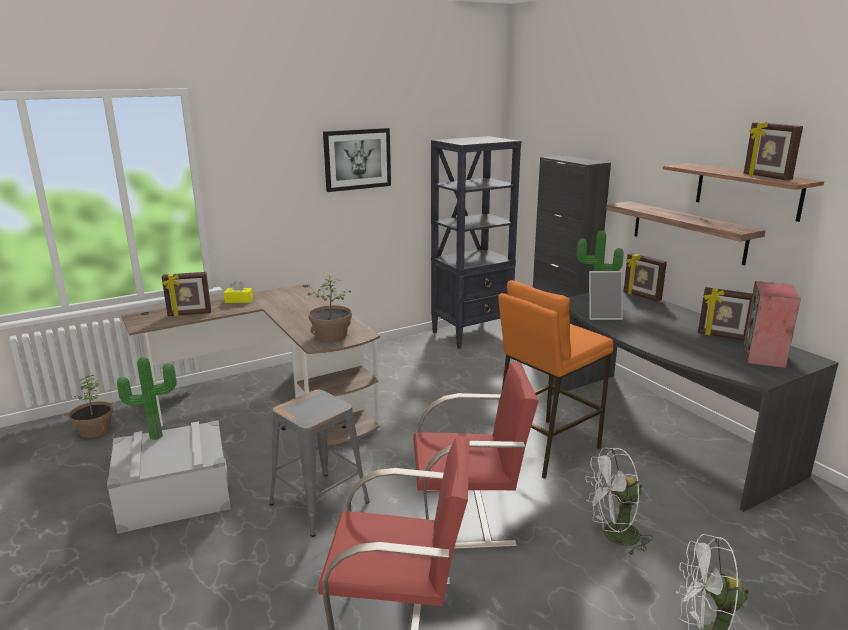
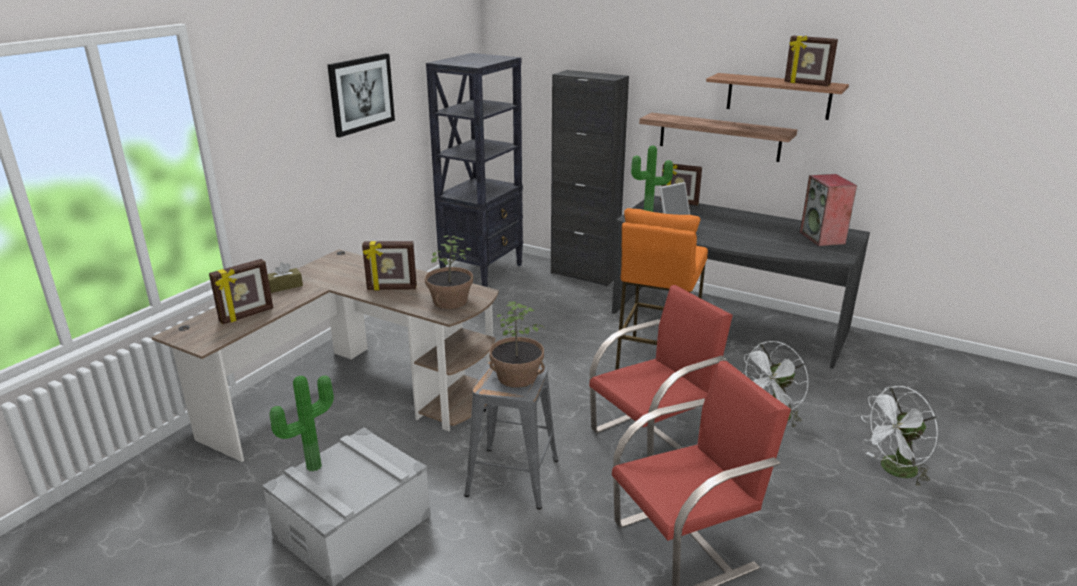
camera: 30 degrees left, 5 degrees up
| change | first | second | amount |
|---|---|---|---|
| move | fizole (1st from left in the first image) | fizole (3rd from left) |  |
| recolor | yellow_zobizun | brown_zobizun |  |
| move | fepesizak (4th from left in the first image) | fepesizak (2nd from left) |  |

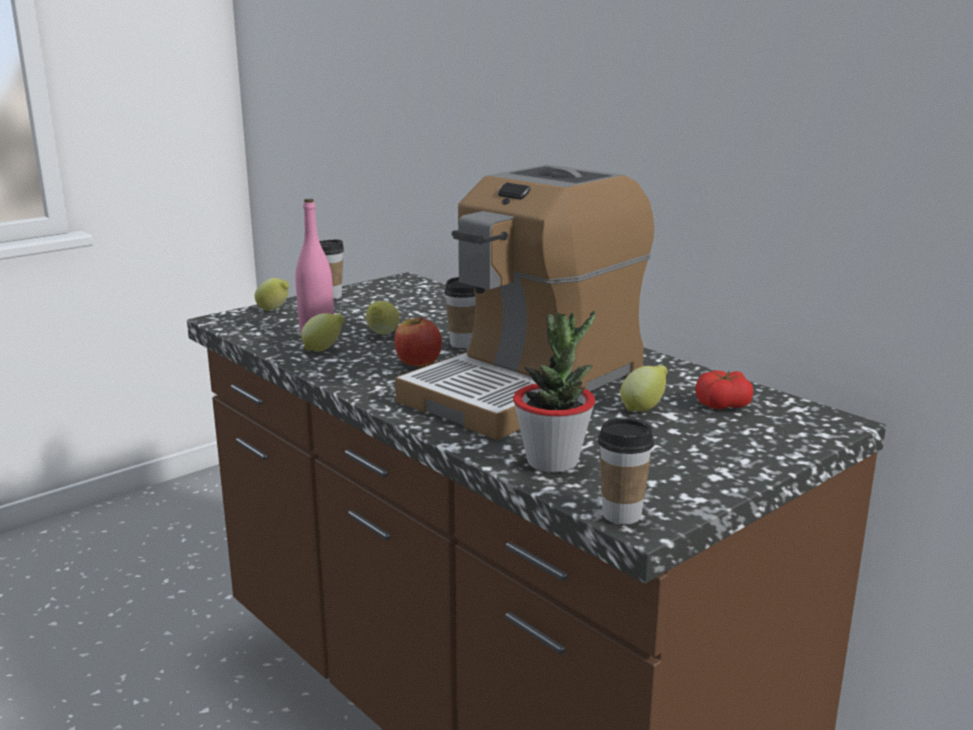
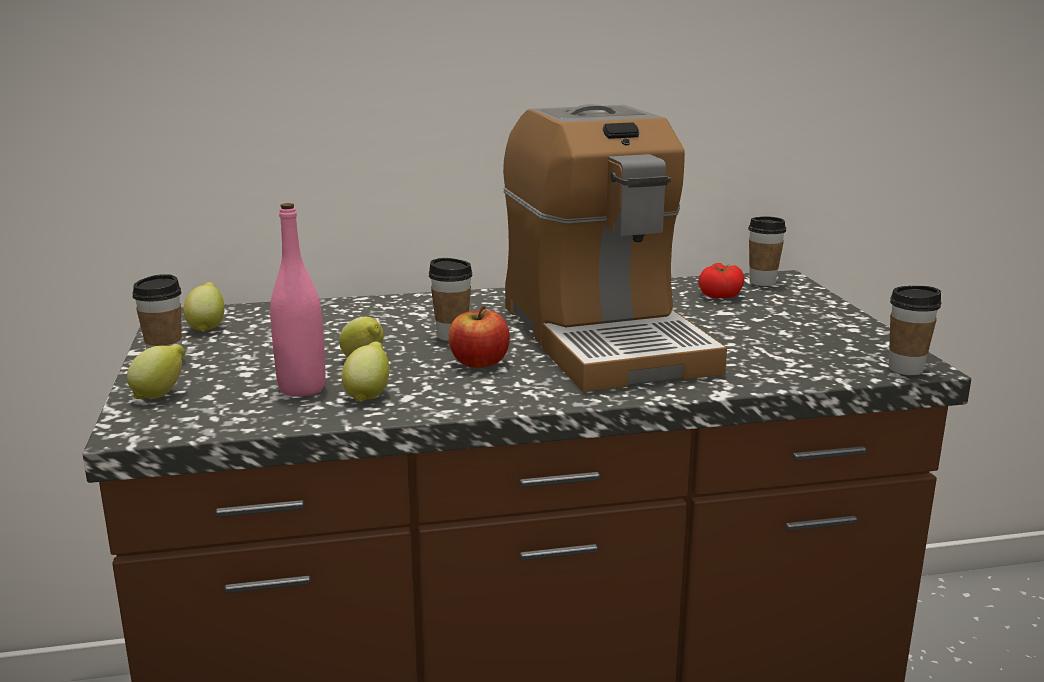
camera: 60 degrees left, 0 degrees up
| change | first | second | amount |
|---|---|---|---|
| delete | fizole |  |  |
| move | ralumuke (4th from left in the first image) | ralumuke (2nd from left) |  |
| insert |  | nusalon (3rd from left) |  |

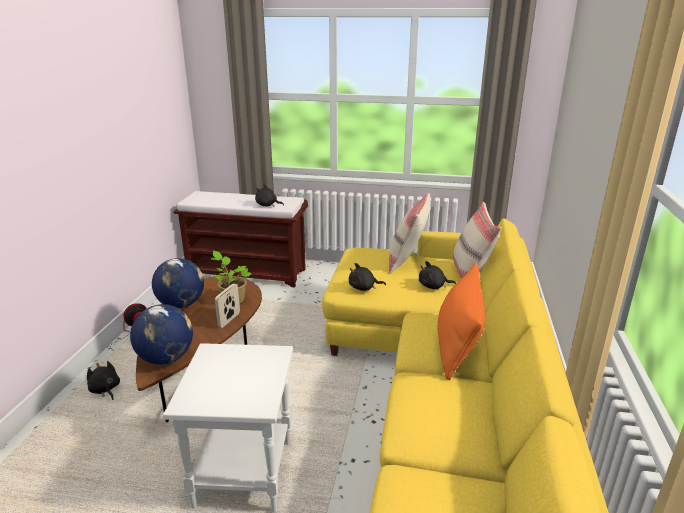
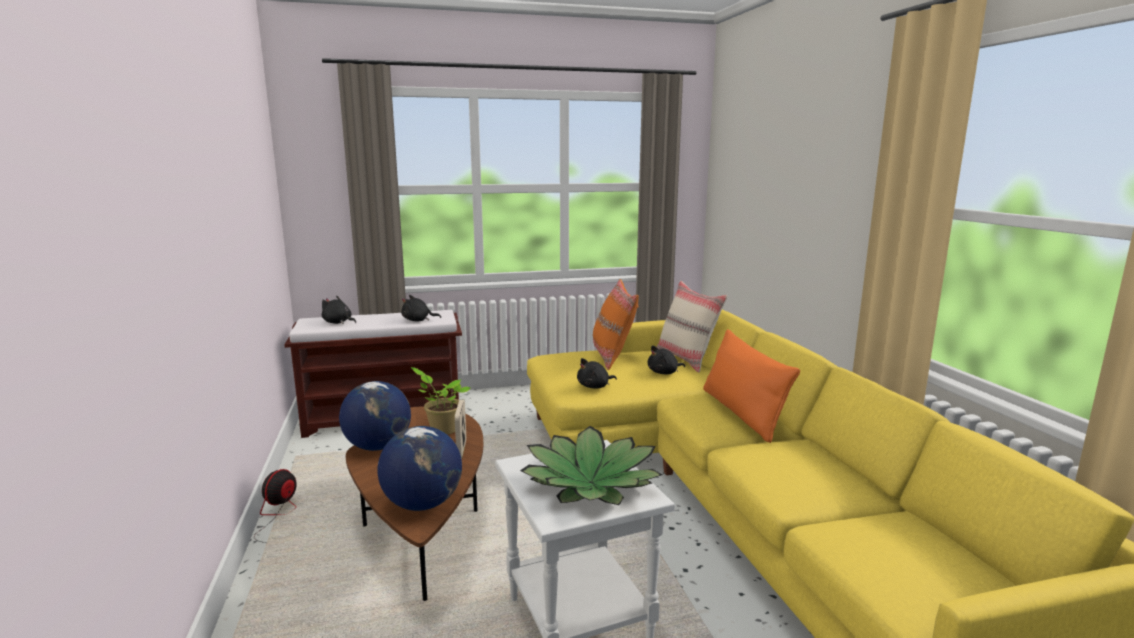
camera: 25 degrees left, 10 degrees down
| change | first | second | amount |
|---|---|---|---|
| move | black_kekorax (1st from left) |  |  |
| recolor | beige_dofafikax (1st from left) | orange_dofafikax (1st from left) |  |
| insert |  | fizole (2nd from left) |  |

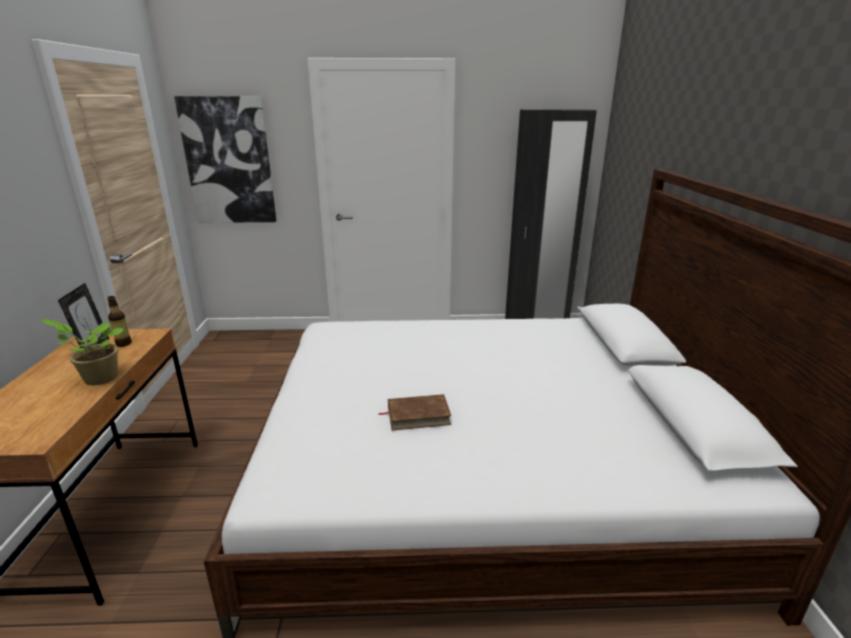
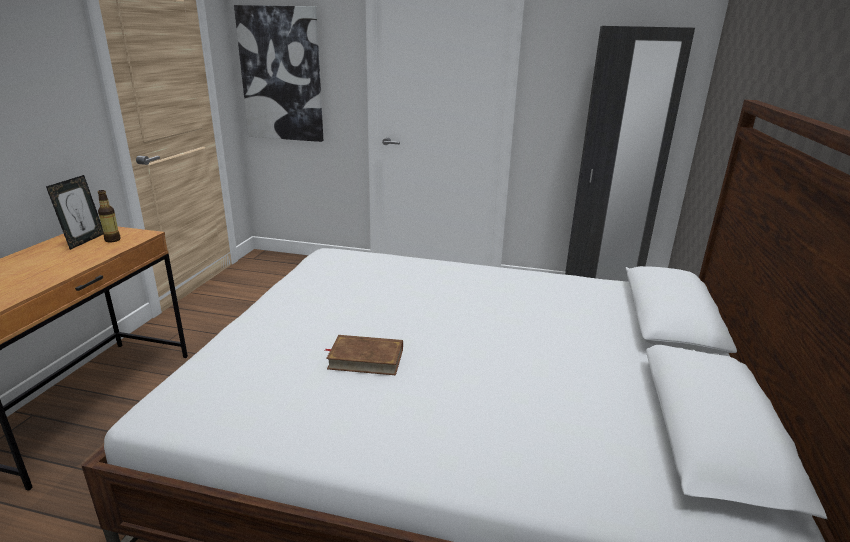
camera: 15 degrees right, 0 degrees up
| change | first | second | amount |
|---|---|---|---|
| delete | fizole |  |  |

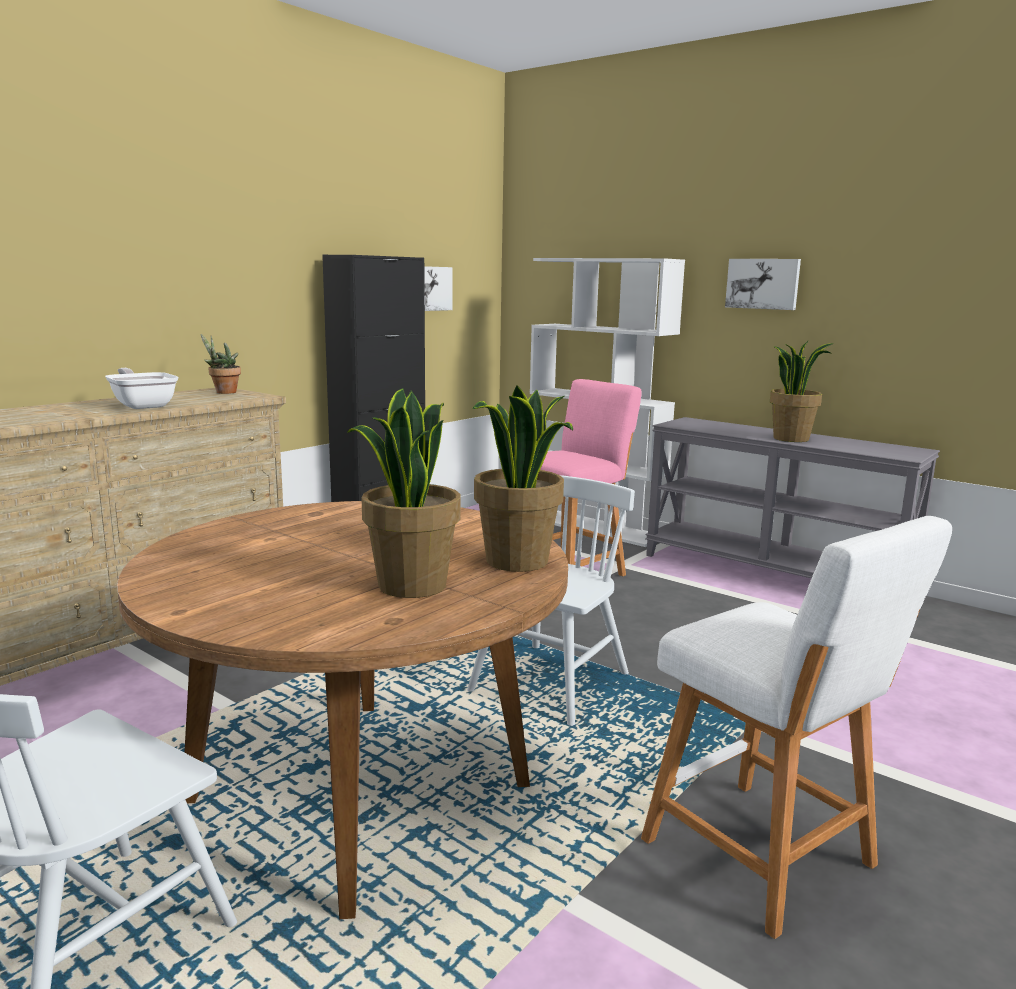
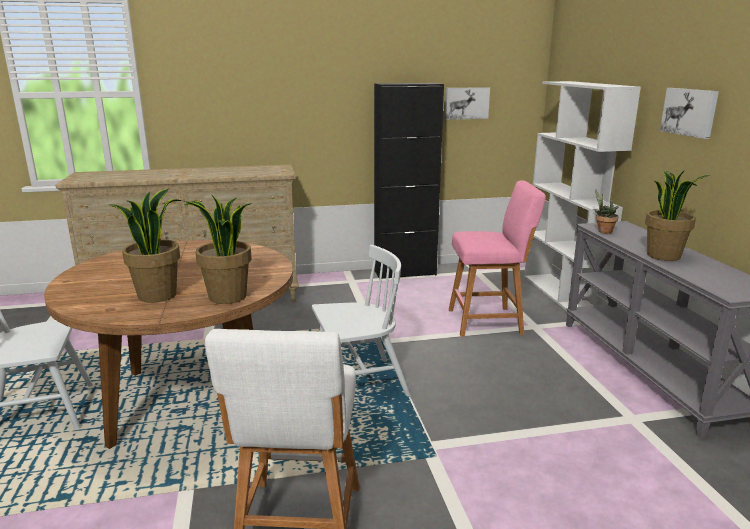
camera: 40 degrees right, 5 degrees up
| change | first | second | amount |
|---|---|---|---|
| delete | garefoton |  |  |
| move | fizole (1st from left in the first image) | fizole (3rd from left) |  |

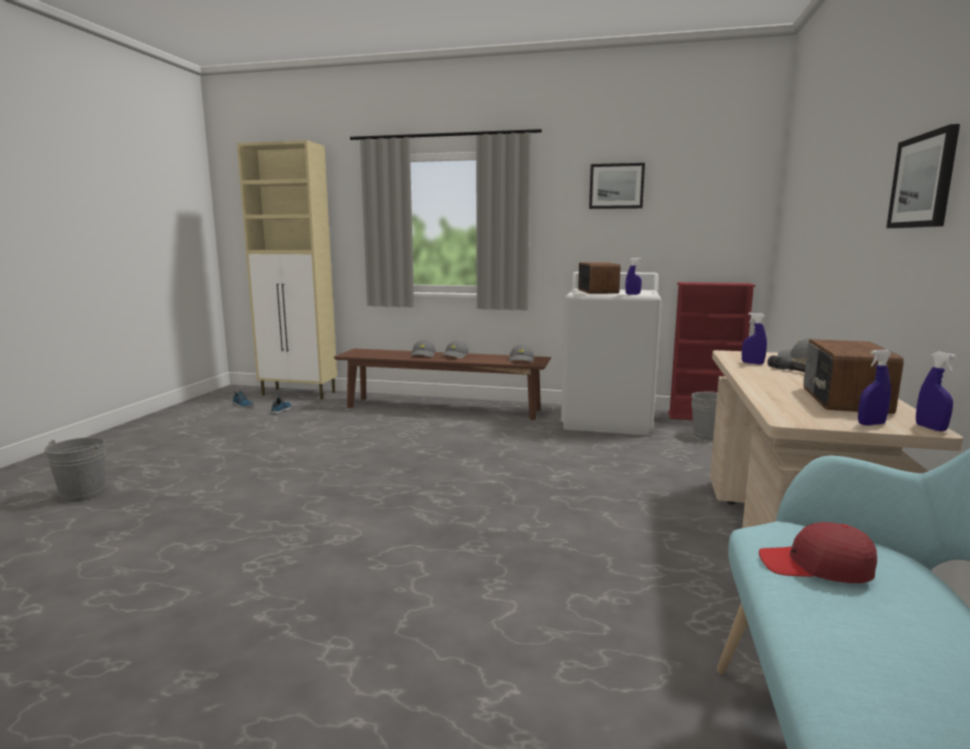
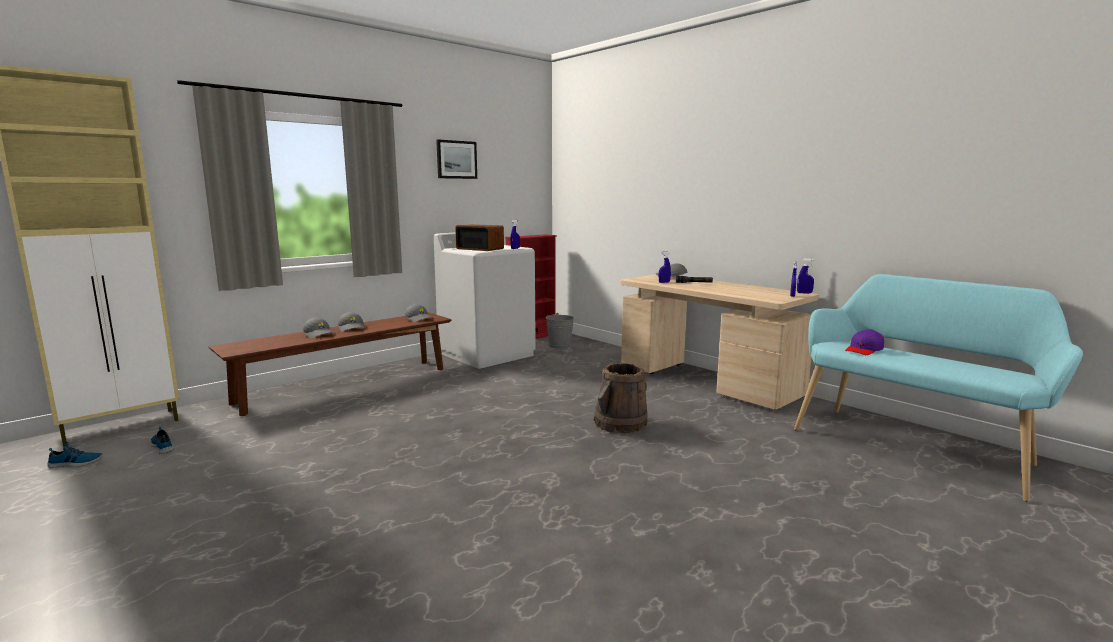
camera: 55 degrees left, 0 degrees up
| change | first | second | amount |
|---|---|---|---|
| delete | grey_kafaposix (1st from left) |  |  |
| recolor | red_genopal | purple_genopal |  |
| delete | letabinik (2nd from left) |  |  |
| delete | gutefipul (2nd from left) |  |  |
| insert |  | brown_kafaposix |  |

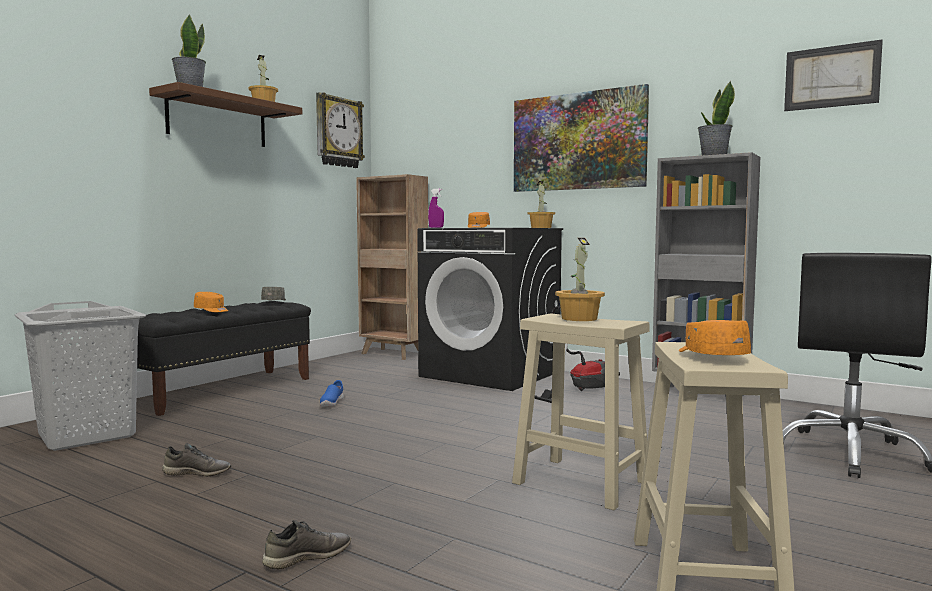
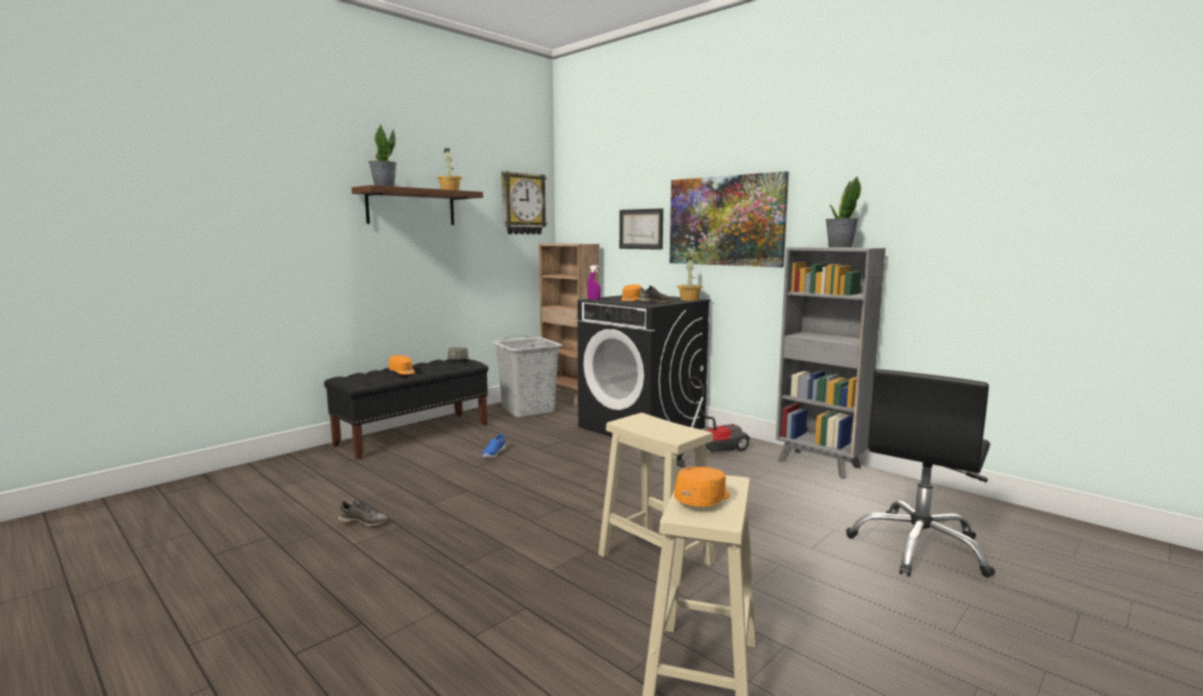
camera: 10 degrees right, 5 degrees up
| change | first | second | amount |
|---|---|---|---|
| move | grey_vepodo |  |  |
| move | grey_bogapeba (2nd from left) |  |  |
| delete | fizole (4th from left) |  |  |
| rotate | orange_genopal (3rd from left) |  | 45 degrees clockwise |
| move | gutefipul (2nd from left in the first image) | gutefipul (1st from left) |  |

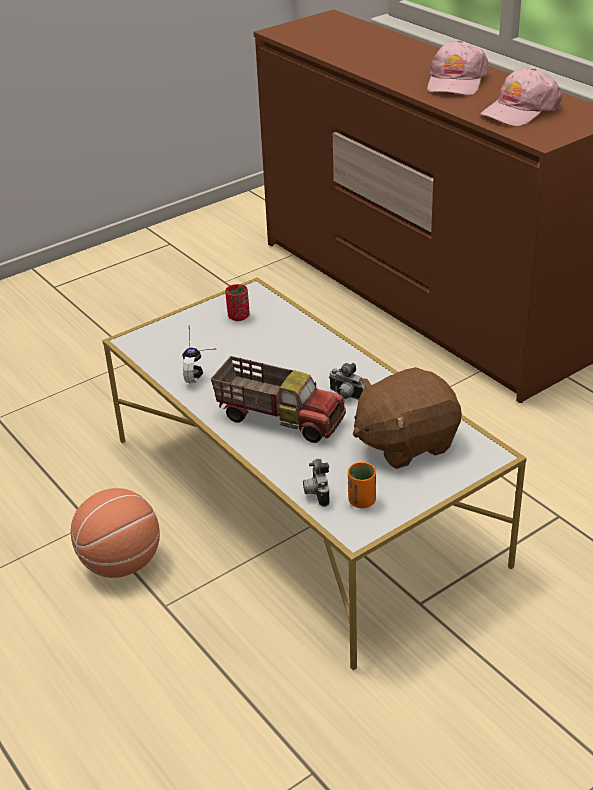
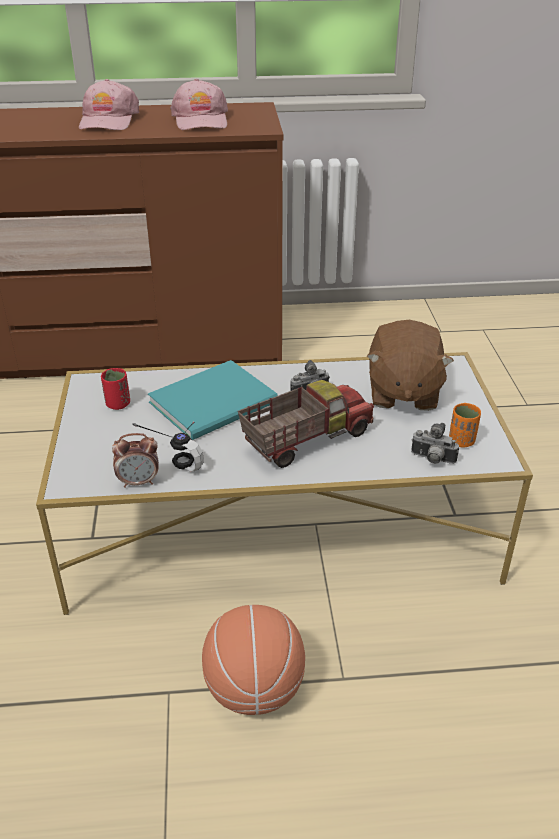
camera: 60 degrees left, 0 degrees up
| change | first | second | amount |
|---|---|---|---|
| rotate | pink_genopal (1st from left) |  | 45 degrees clockwise |
| insert |  | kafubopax |  |
| insert |  | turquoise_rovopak |  |

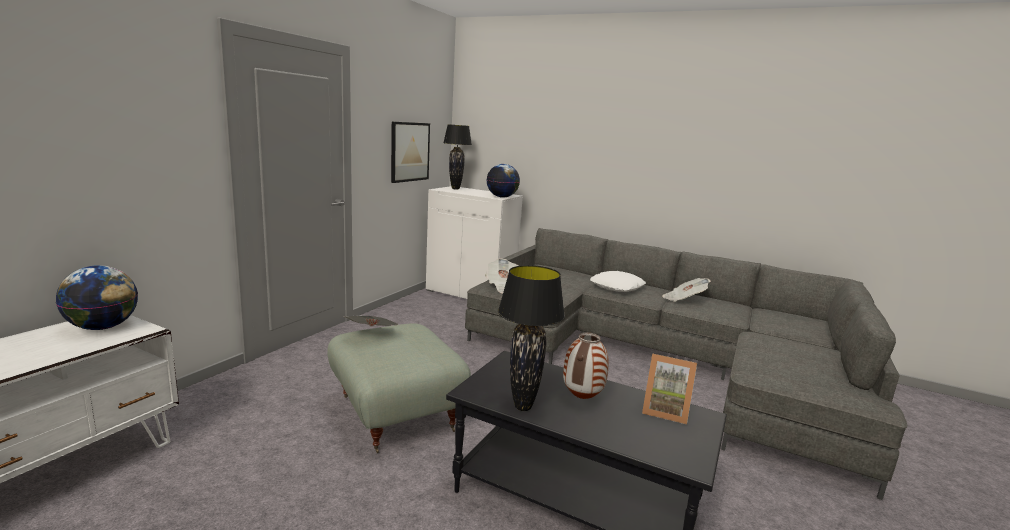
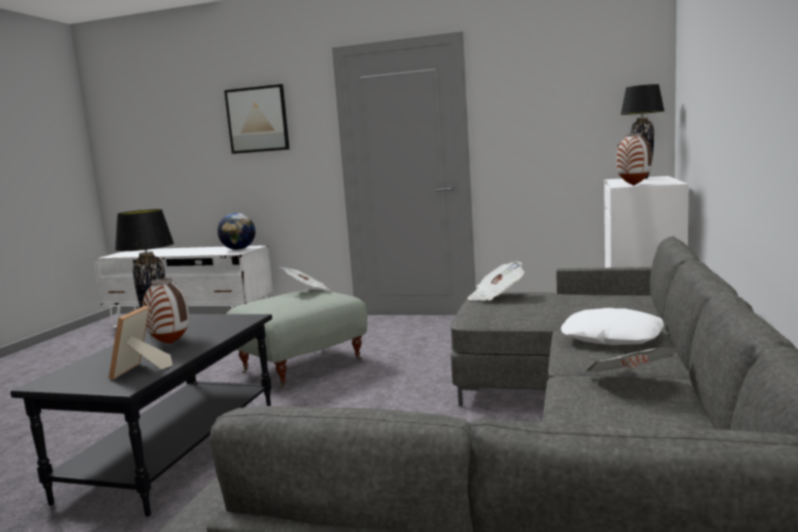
camera: 80 degrees right, 5 degrees down
| change | first | second | amount |
|---|---|---|---|
| move | gutefipul |  |  |
| replace | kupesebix (2nd from left) | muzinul (2nd from left) |  |

